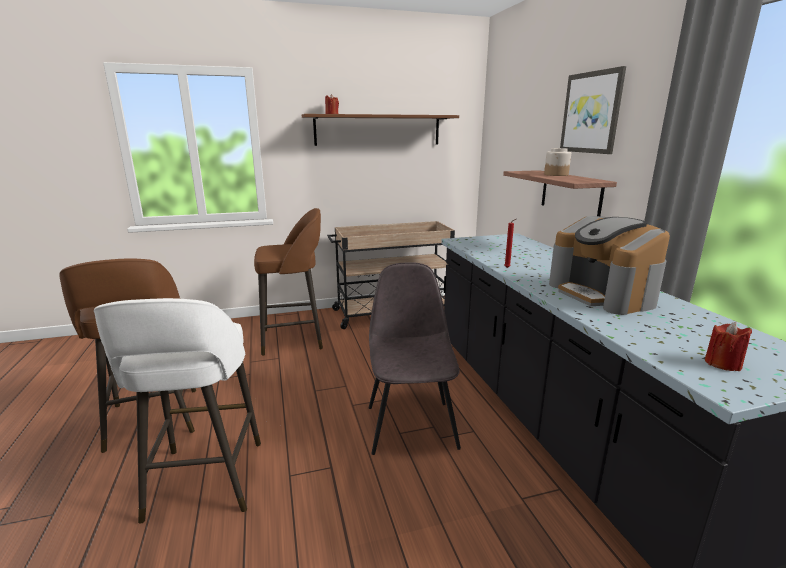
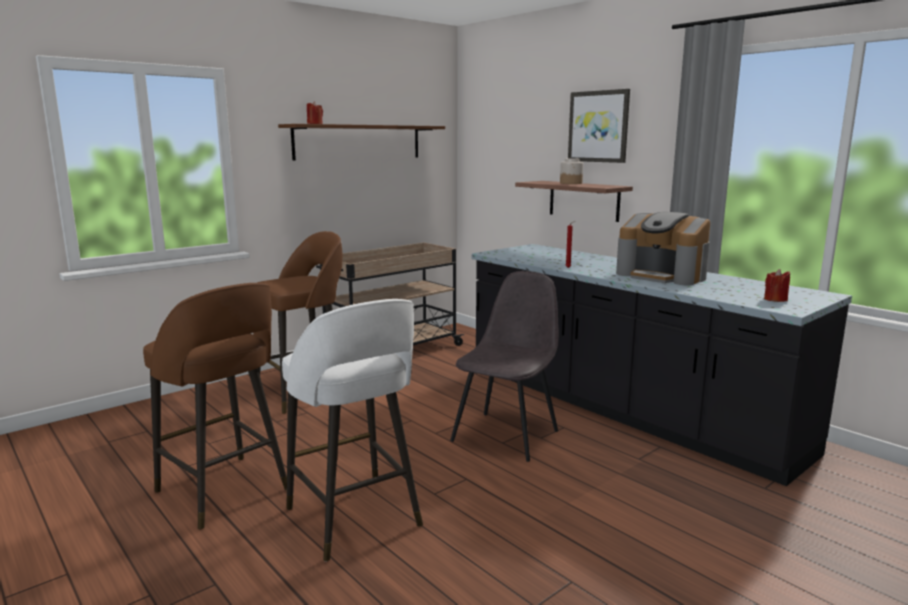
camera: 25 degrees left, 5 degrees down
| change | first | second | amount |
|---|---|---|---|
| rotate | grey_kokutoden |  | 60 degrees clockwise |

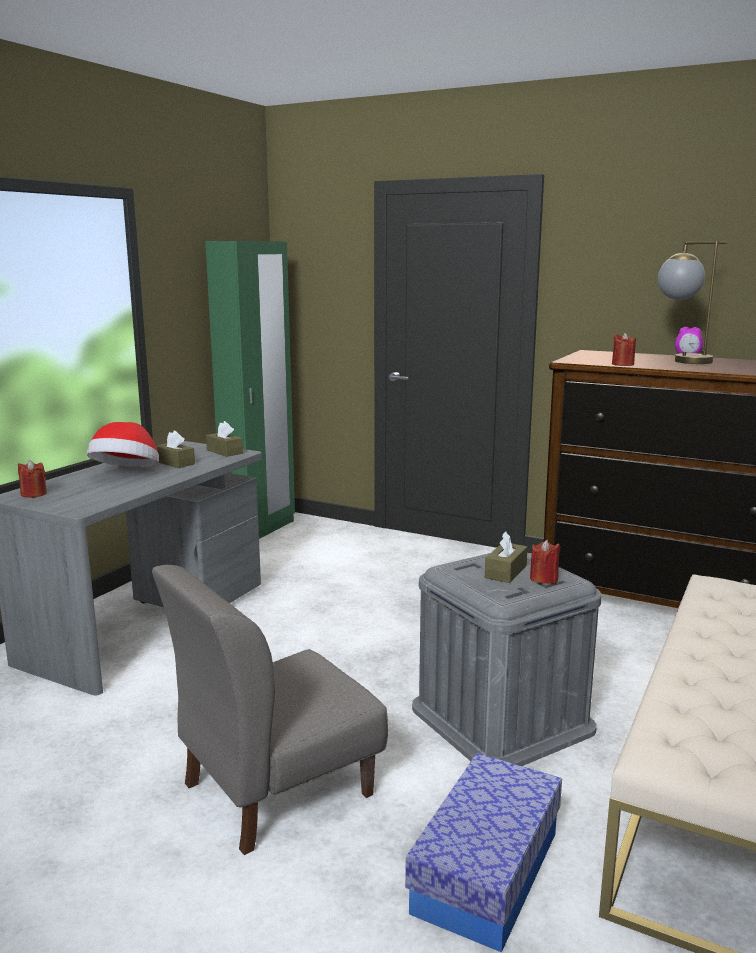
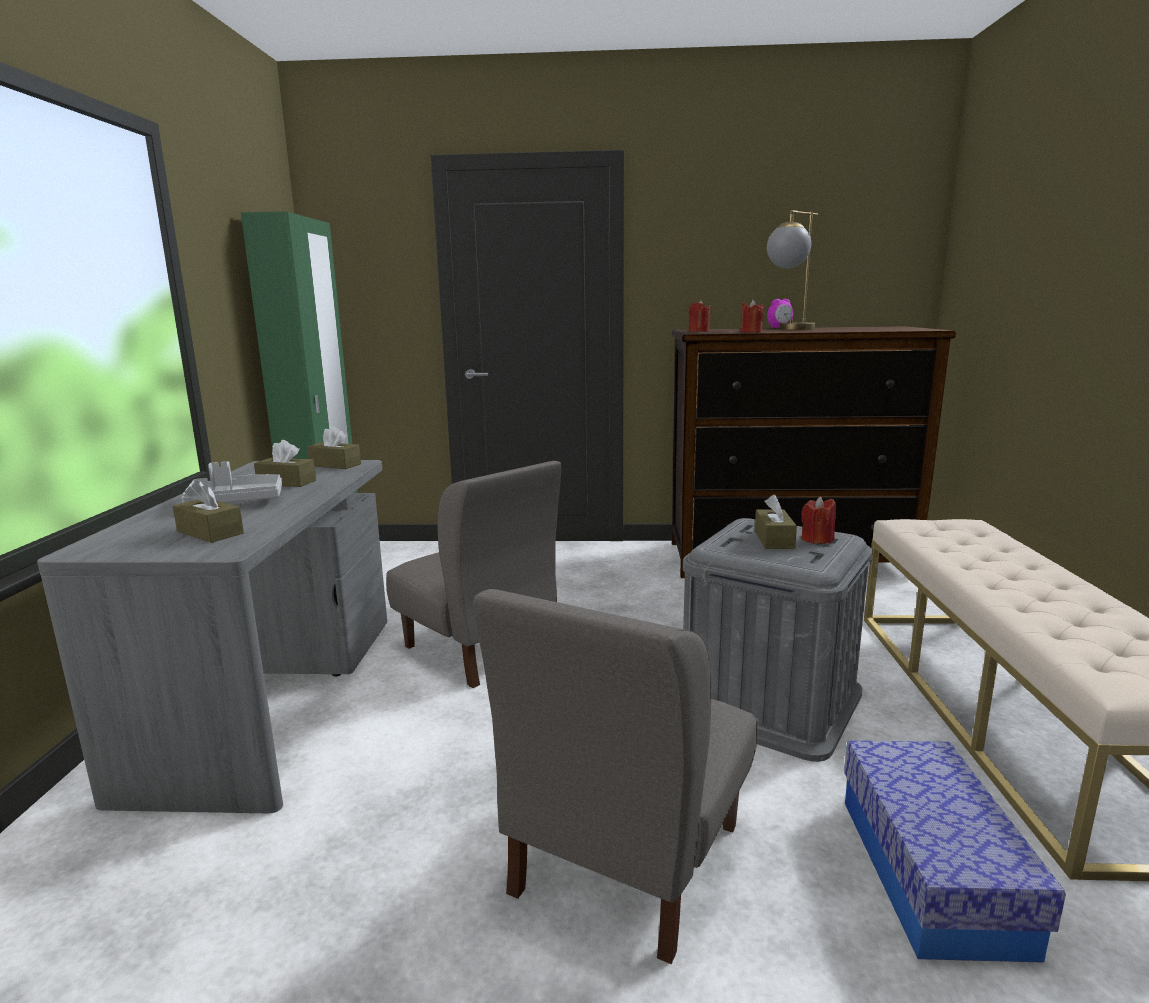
camera: 25 degrees left, 0 degrees up
| change | first | second | amount |
|---|---|---|---|
| move | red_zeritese (1st from left) |  |  |
| replace | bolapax | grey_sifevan |  |
| insert |  | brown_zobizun (1st from left) |  |
| insert |  | grey_kokutoden (1st from left) |  |

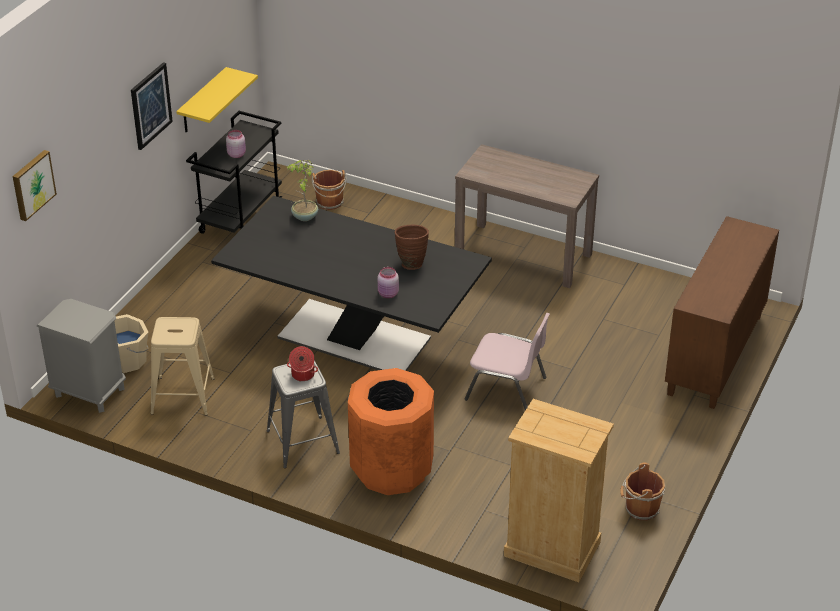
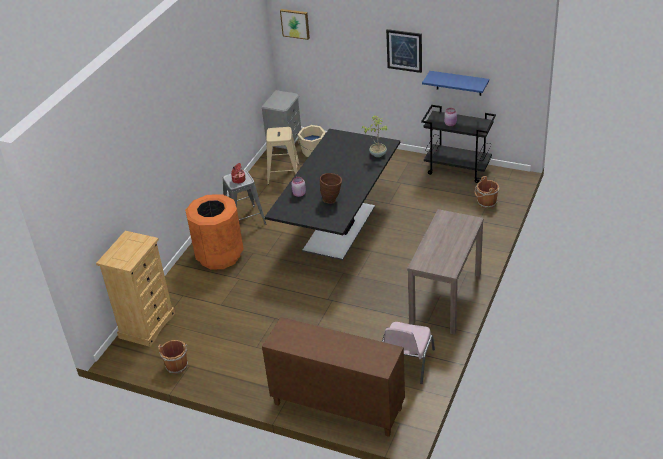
camera: 90 degrees right, 0 degrees up
| change | first | second | amount |
|---|---|---|---|
| recolor | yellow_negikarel | blue_negikarel |  |
| move | pink_kokutoden |  |  |

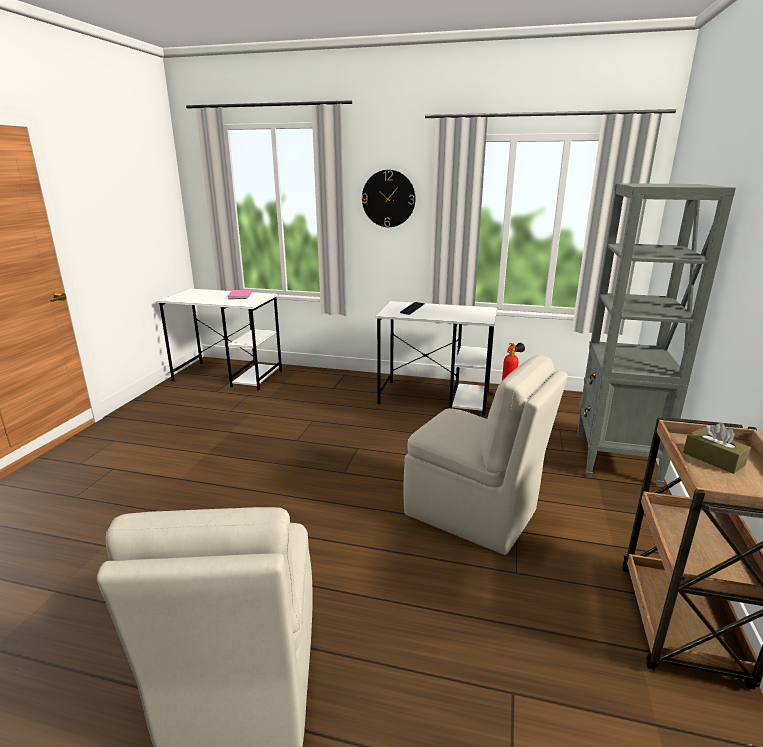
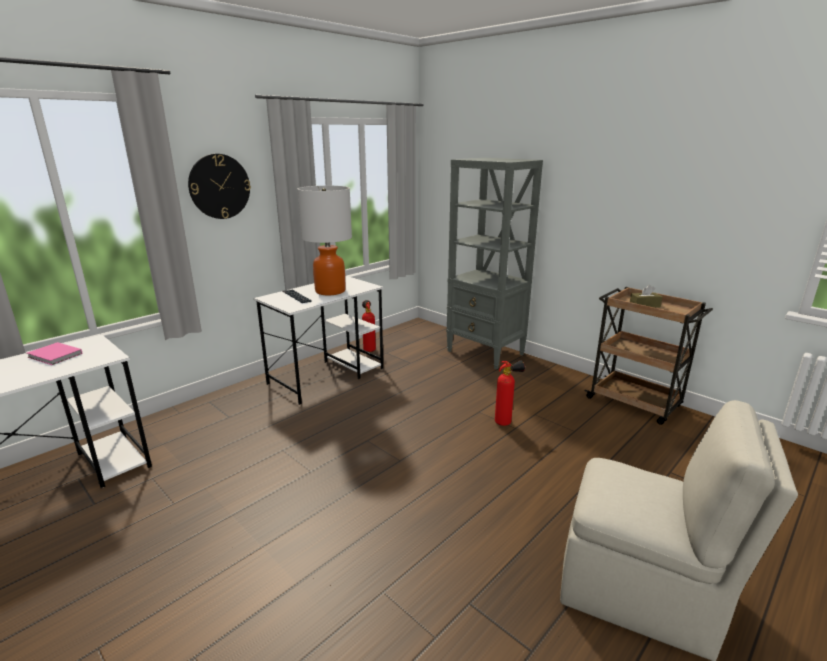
camera: 60 degrees left, 0 degrees up
| change | first | second | amount |
|---|---|---|---|
| replace | beige_kokutoden (2nd from left) | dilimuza (2nd from left) |  |
| insert |  | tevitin |  |

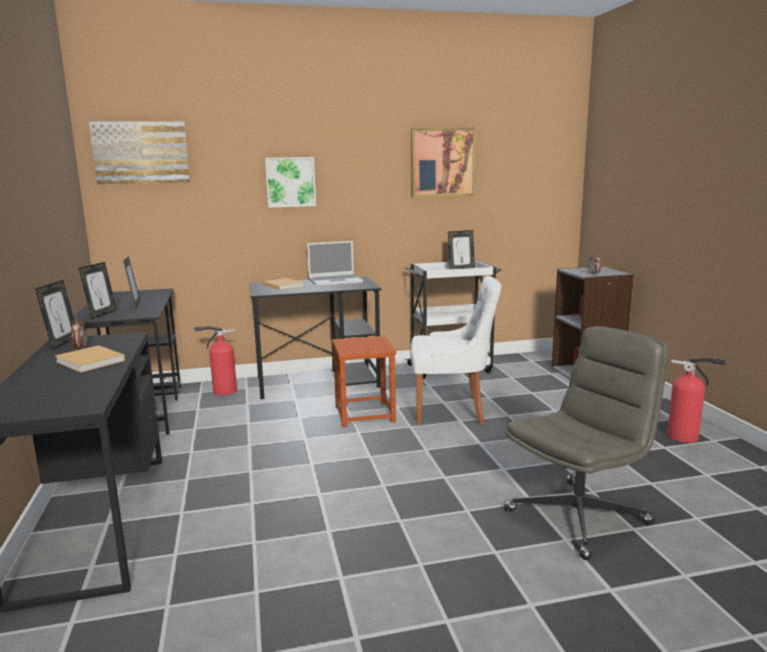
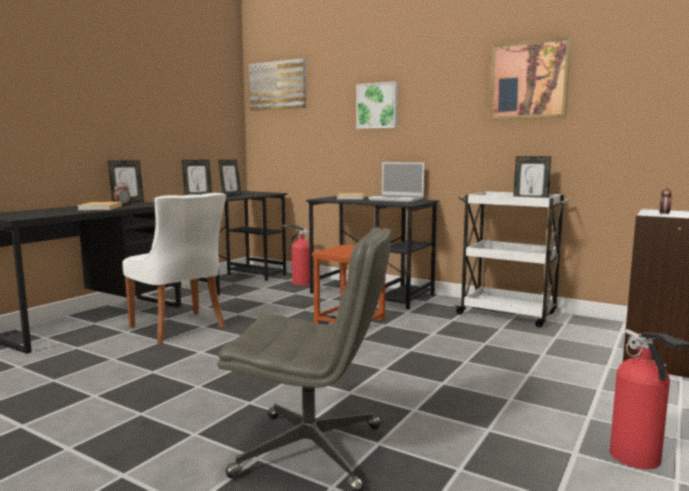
camera: 45 degrees right, 5 degrees down
| change | first | second | amount |
|---|---|---|---|
| move | white_kokutoden |  |  |

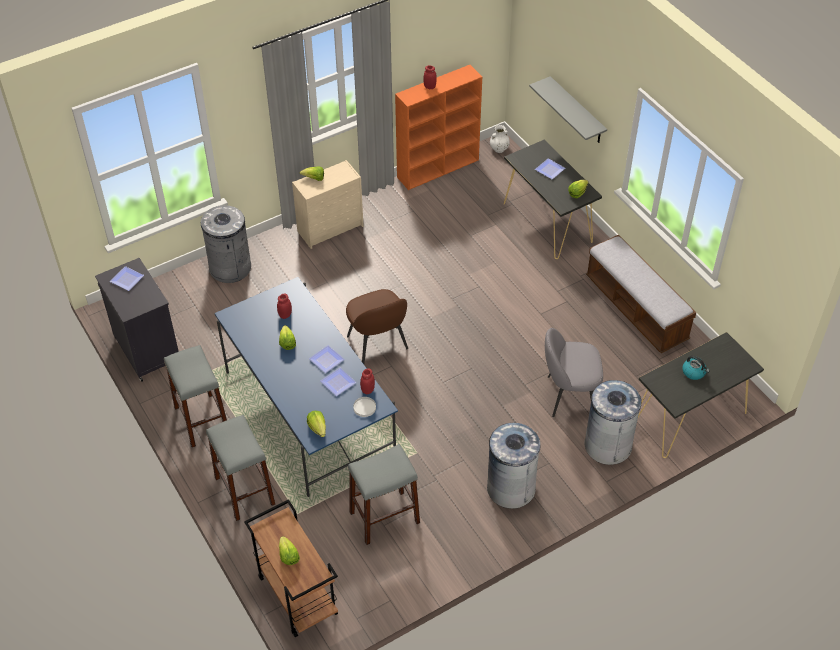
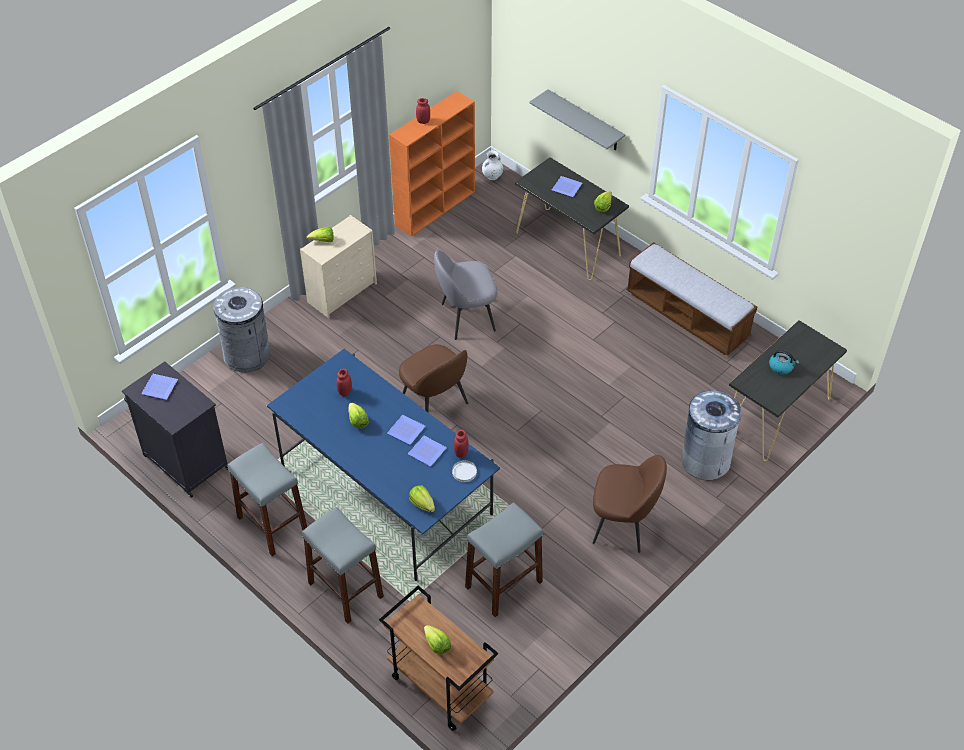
camera: 15 degrees left, 0 degrees up
| change | first | second | amount |
|---|---|---|---|
| replace | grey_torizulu (2nd from left) | brown_kokutoden (2nd from left) |  |
| move | grey_kokutoden |  |  |

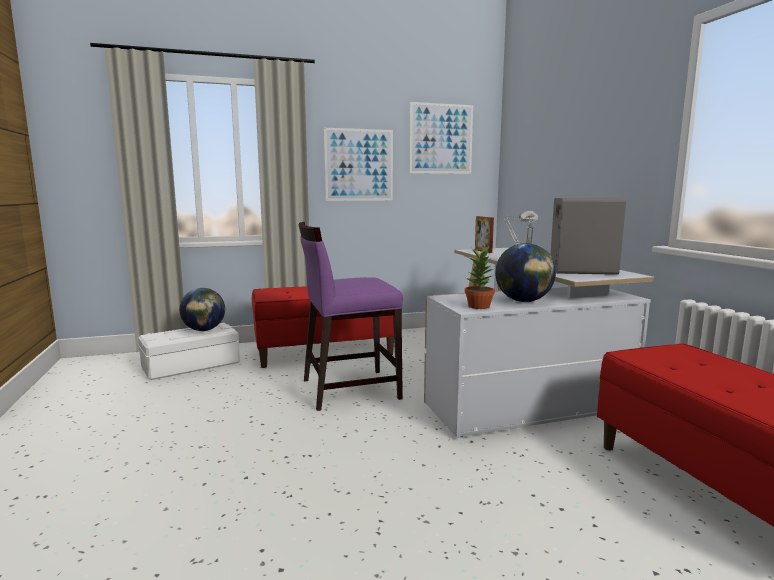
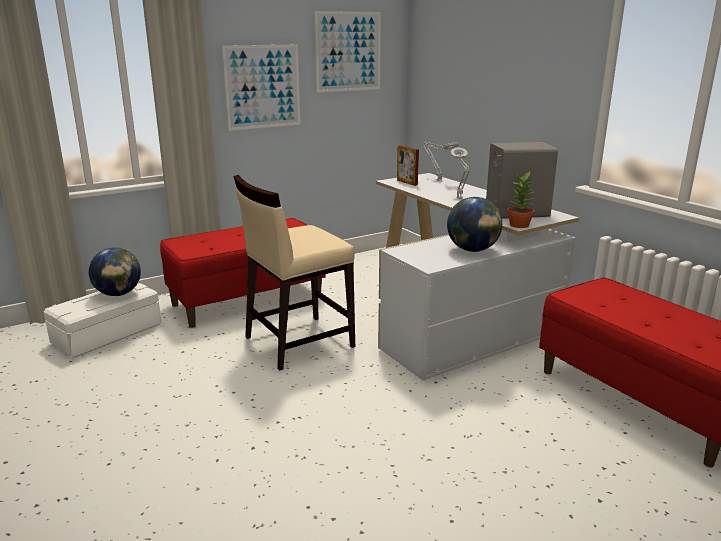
camera: 15 degrees left, 10 degrees up
| change | first | second | amount |
|---|---|---|---|
| recolor | purple_kokutoden | beige_kokutoden |  |
| move | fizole |  |  |

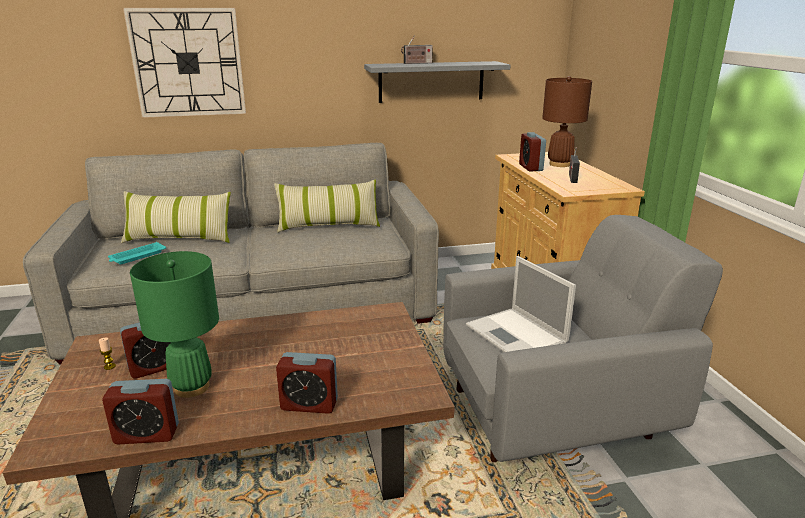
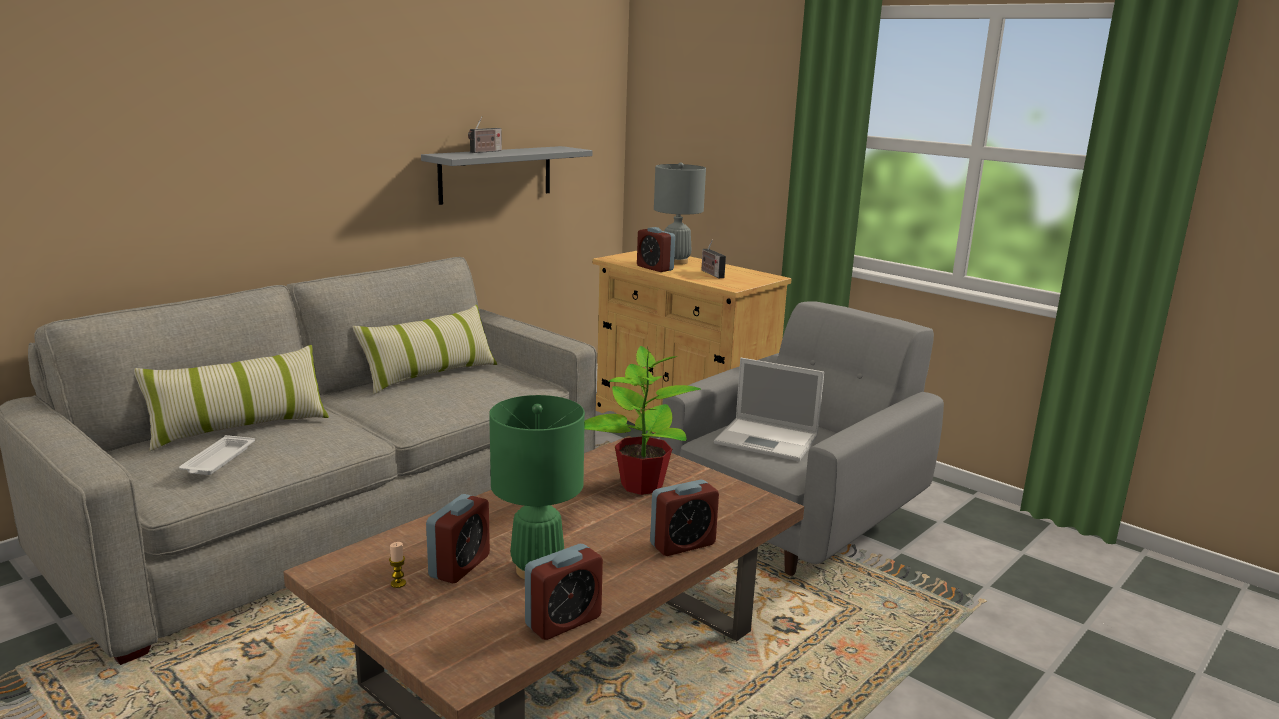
camera: 35 degrees left, 5 degrees down
| change | first | second | amount |
|---|---|---|---|
| recolor | turquoise_sifevan | white_sifevan |  |
| delete | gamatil |  |  |
| recolor | brown_tevitin | grey_tevitin |  |
| insert |  | fizole |  |

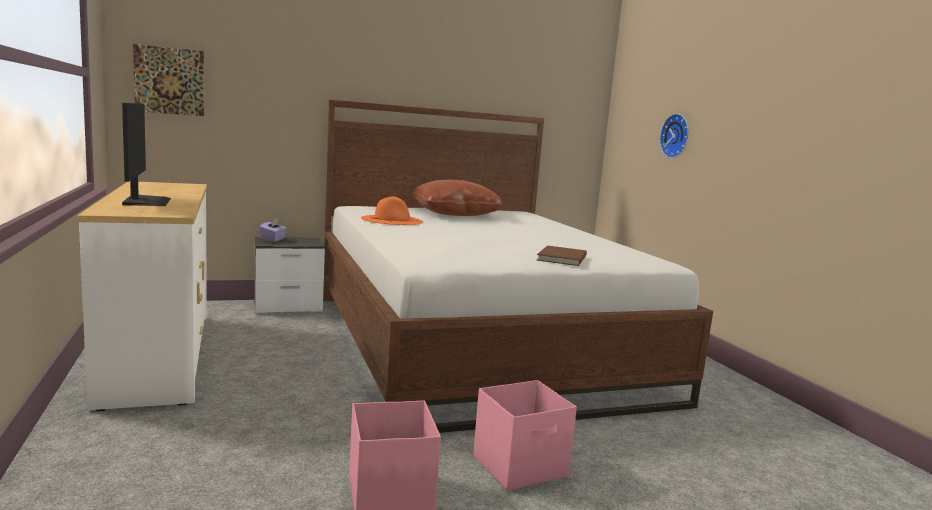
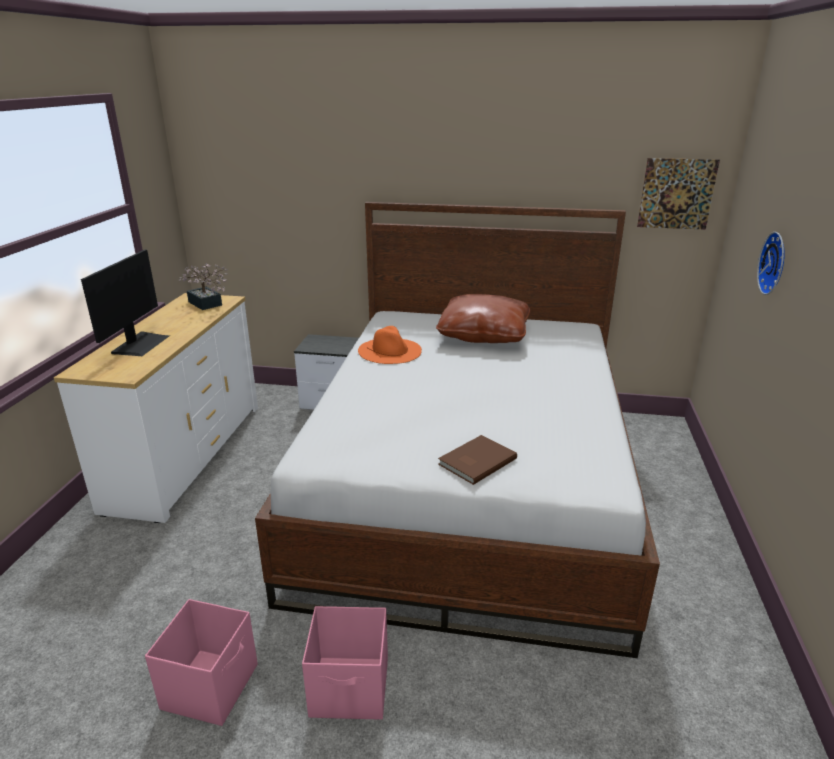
camera: 30 degrees right, 15 degrees up
| change | first | second | amount |
|---|---|---|---|
| move | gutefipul |  |  |
| delete | purple_zobizun |  |  |
| insert |  | fizole |  |

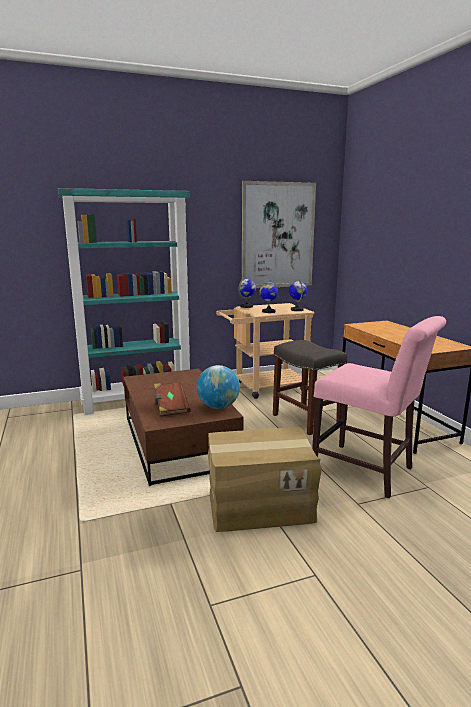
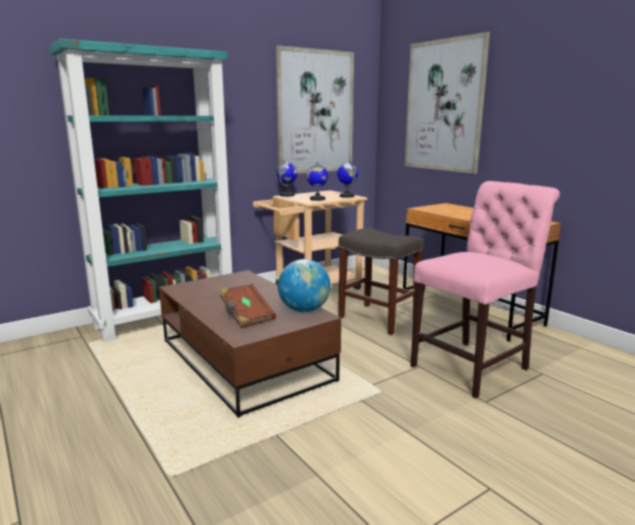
camera: 15 degrees left, 0 degrees up
| change | first | second | amount |
|---|---|---|---|
| delete | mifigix |  |  |
| rotate | pink_kokutoden |  | 60 degrees counterclockwise |
| insert |  | gutefipul (2nd from left) |  |

